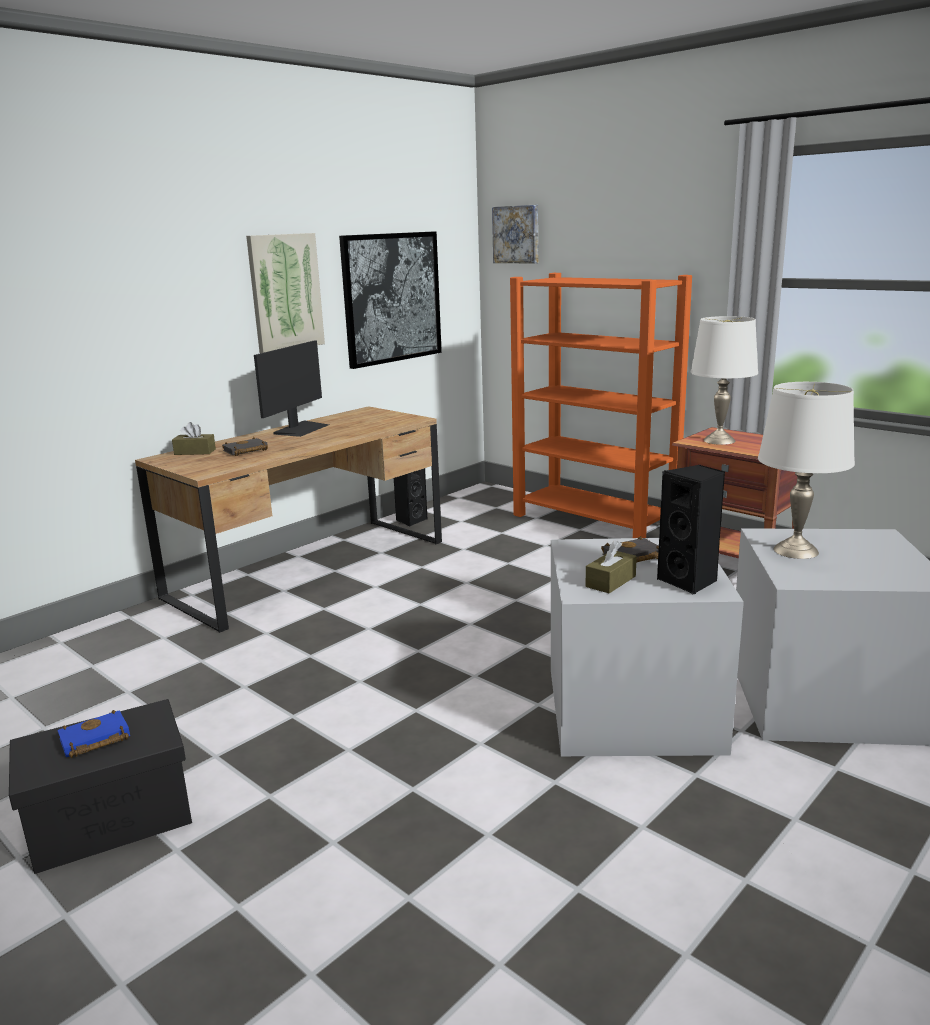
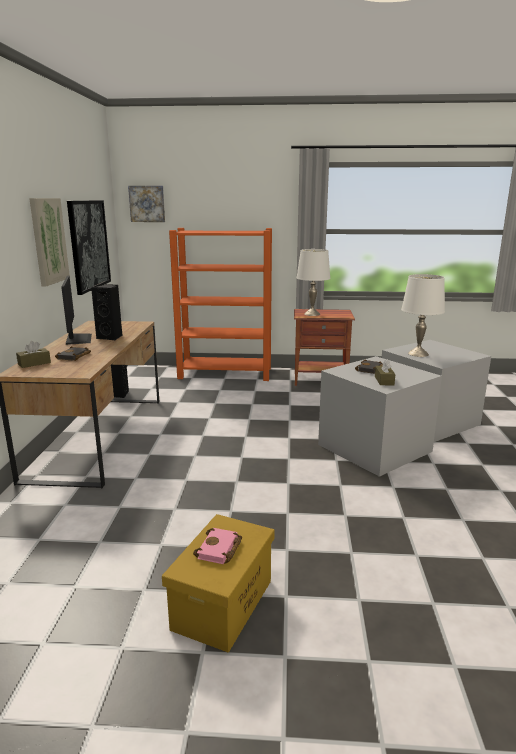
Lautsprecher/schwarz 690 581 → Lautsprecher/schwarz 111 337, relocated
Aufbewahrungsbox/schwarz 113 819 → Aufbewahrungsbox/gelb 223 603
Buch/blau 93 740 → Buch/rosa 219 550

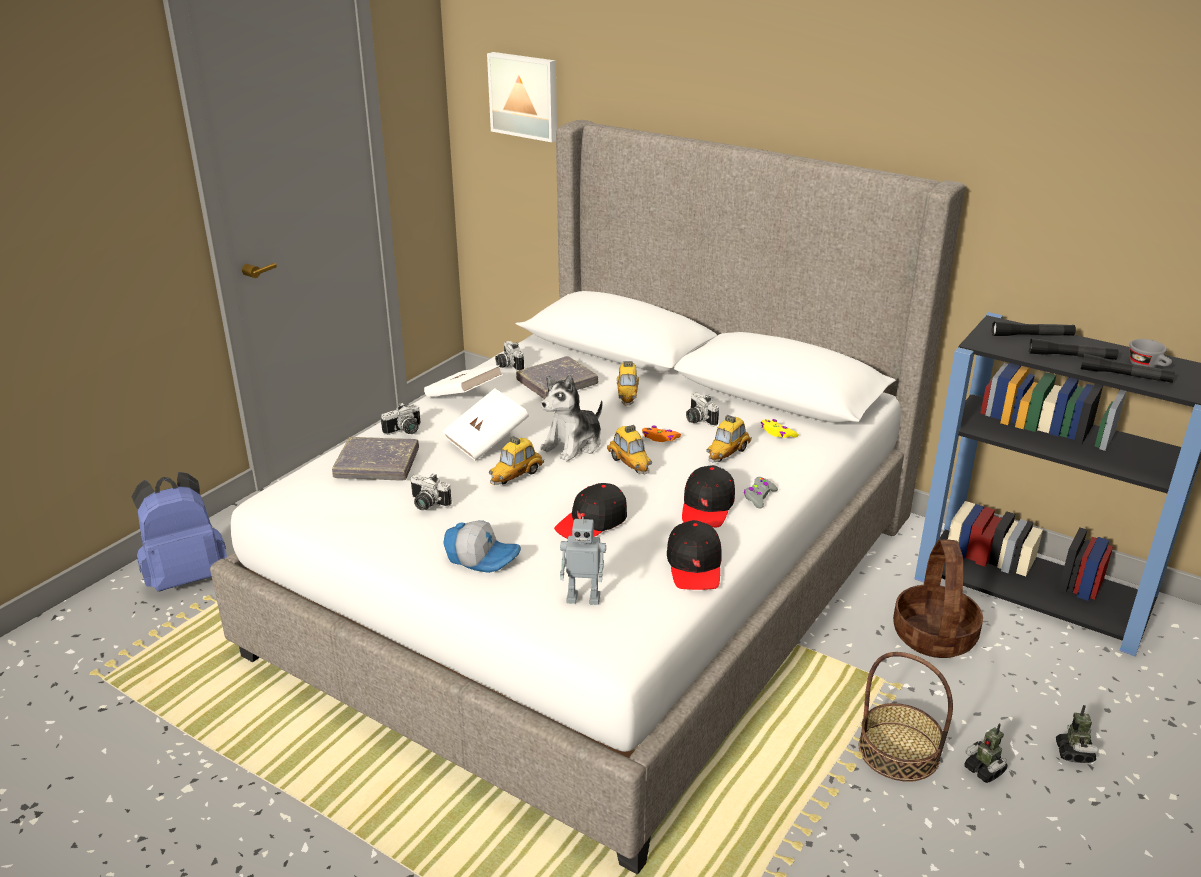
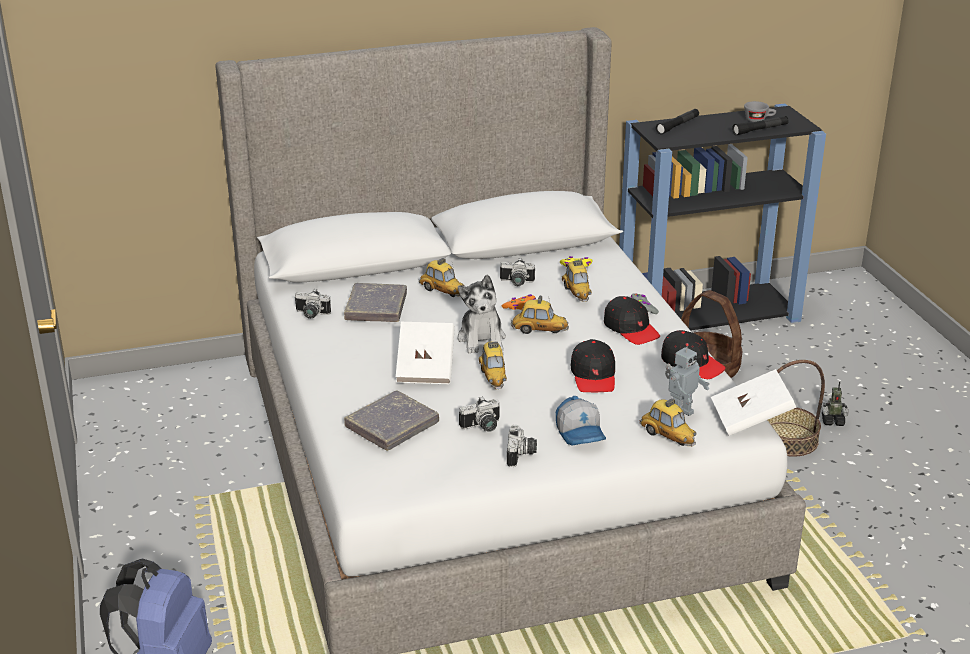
Kamera 405 431 → Kamera 522 455, relocated
Kappe 482 557 → Kappe 581 433, 105 degrees clockwise
- → Spielzeugauto 667 437
Buch/weiß 463 397 → Buch/weiß 751 419, relocated
Bild 525 96 → -
Taschenlampe/schwarz 1071 357 → -
Spielzeugroboter 1074 753 → -

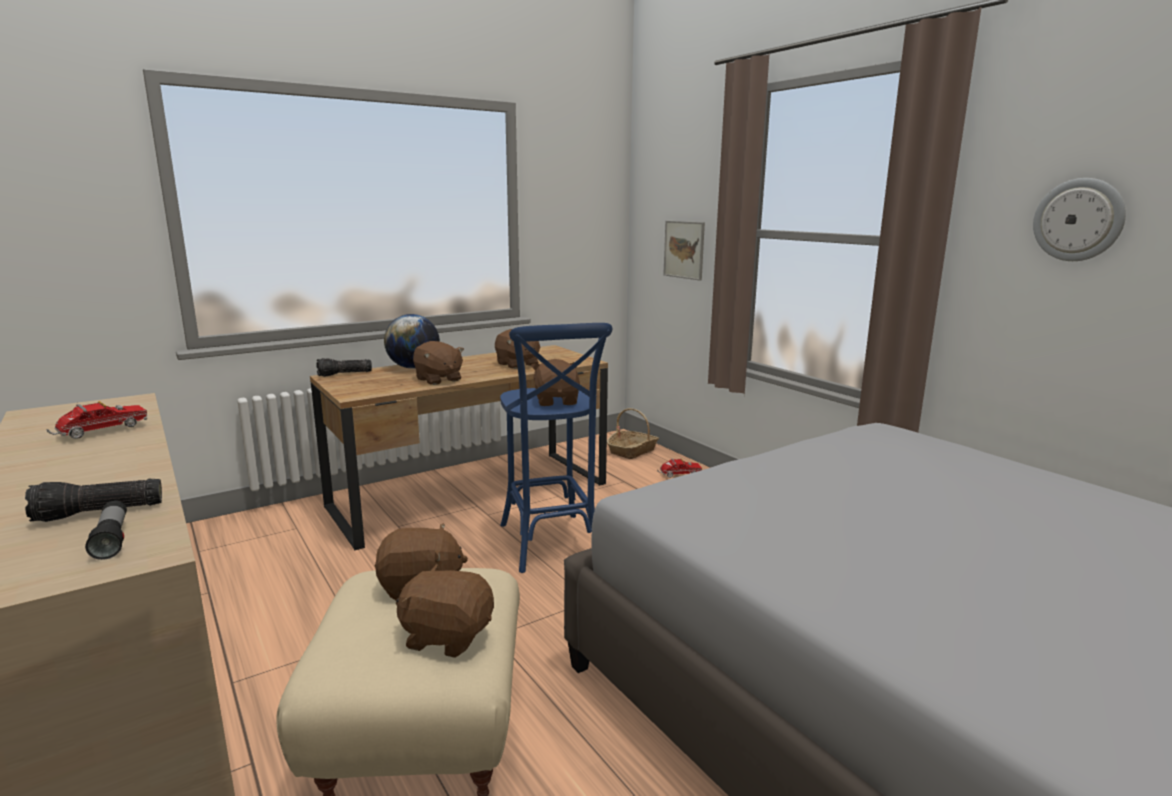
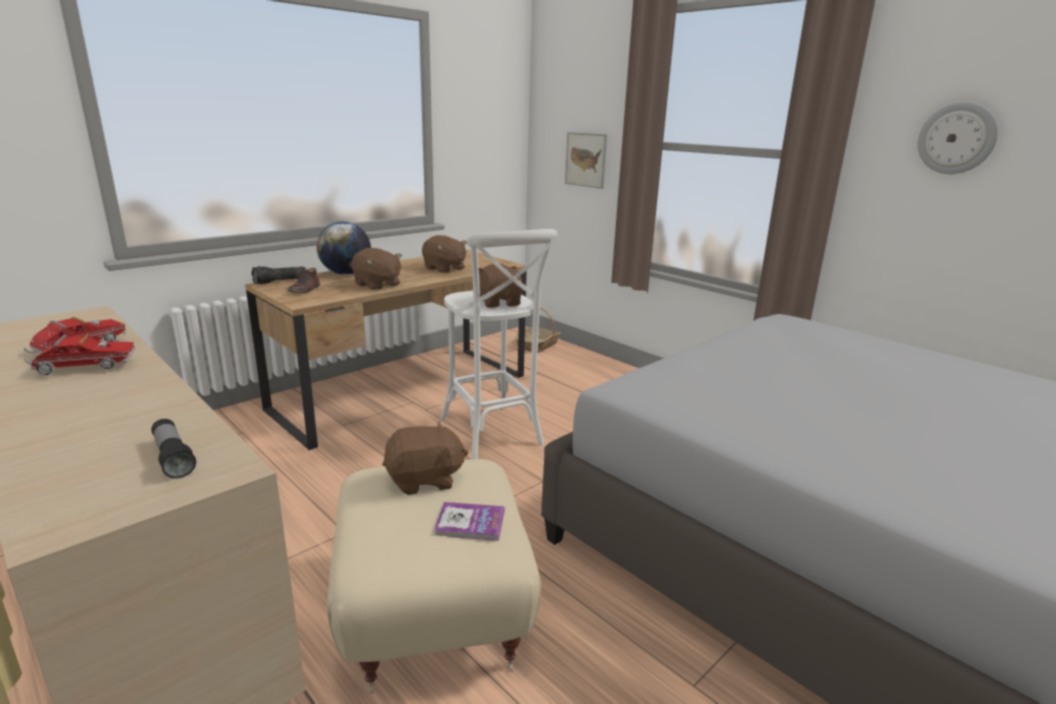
Spielzeuglaster 678 475 → Spielzeuglaster 82 368, relocated
- → Schuh/braun 305 290
Plüschtier/braun 447 636 → Buch 470 523
Hocker/blau 550 545 → Hocker/weiß 492 433
Taschenlampe 98 513 → -

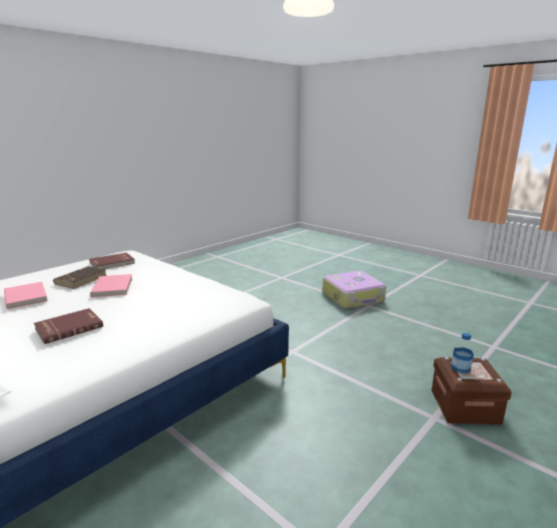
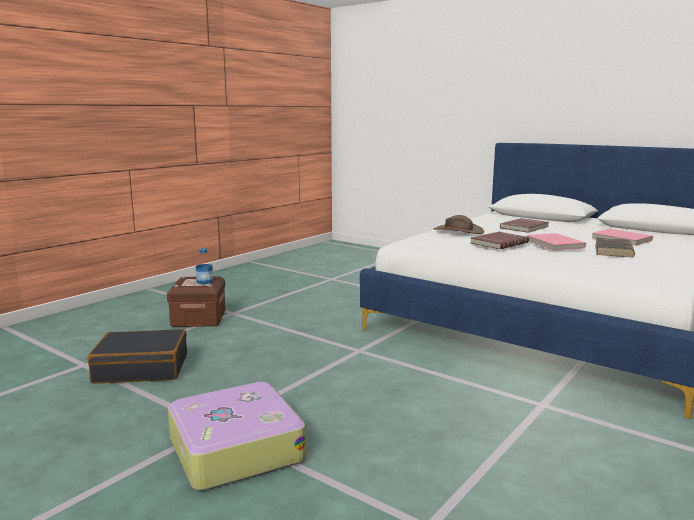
- → Koffer/schwarz 142 368
- → Hut/braun 458 231
Buch/rot 112 263 → Buch/rot 498 242, relocated

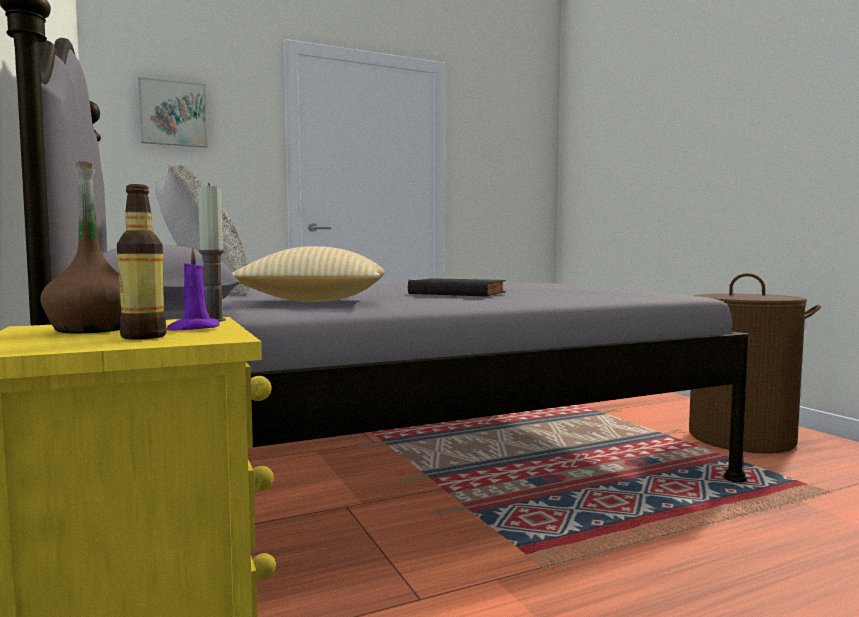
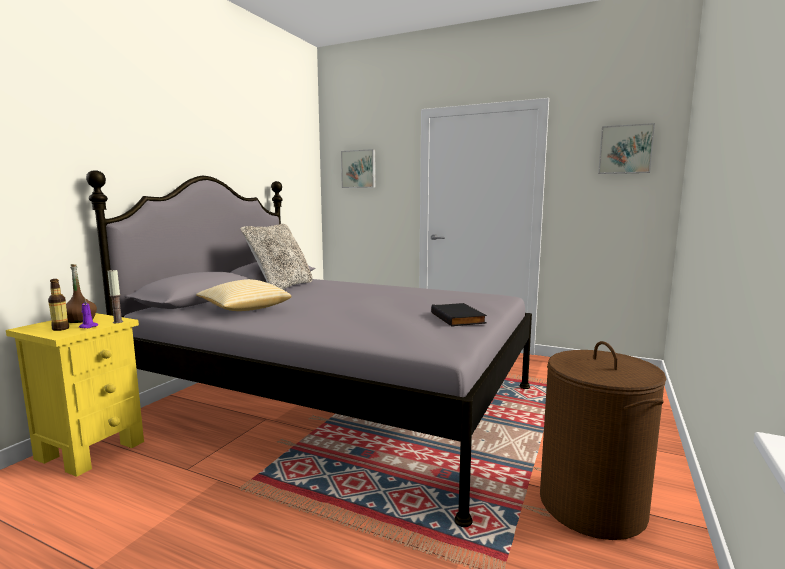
Buch/schwarz 458 293 → Buch/schwarz 459 318, relocated
- → Bild 625 149

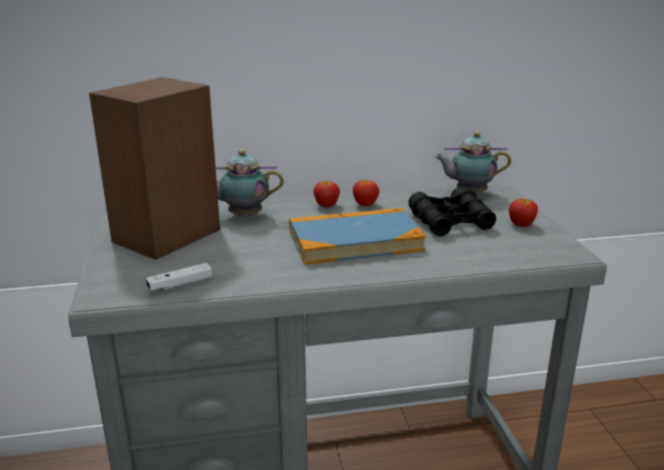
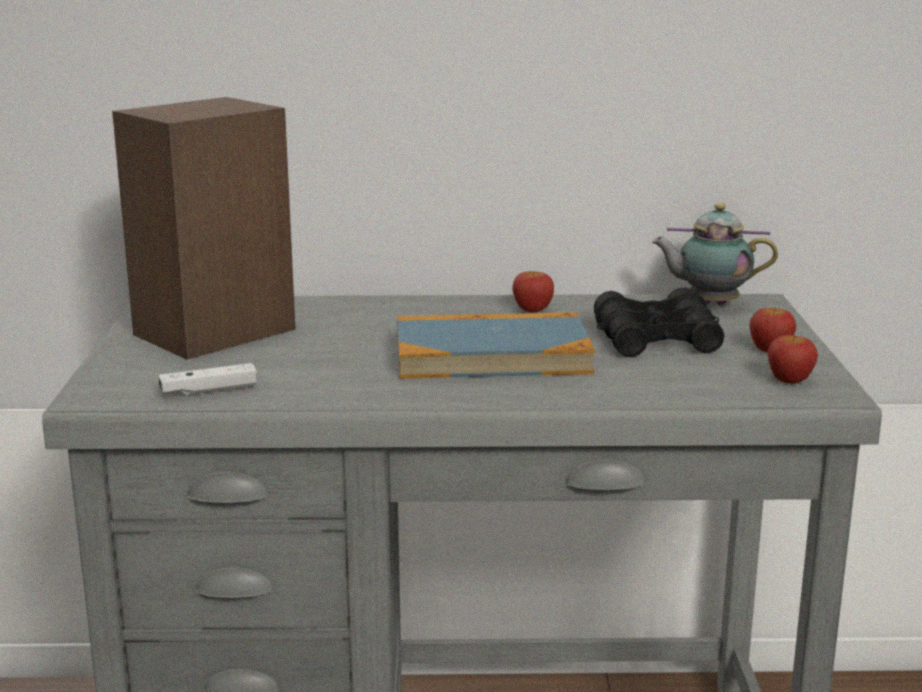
Apfel 326 205 → Apfel 789 380, relocated
Teekanne 243 215 → -

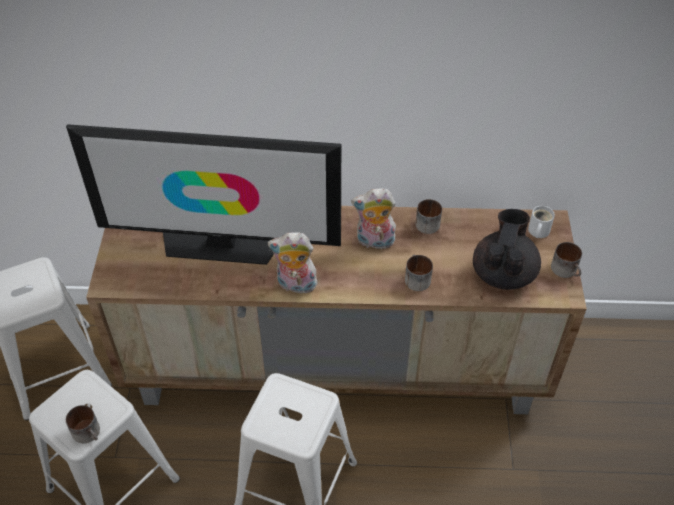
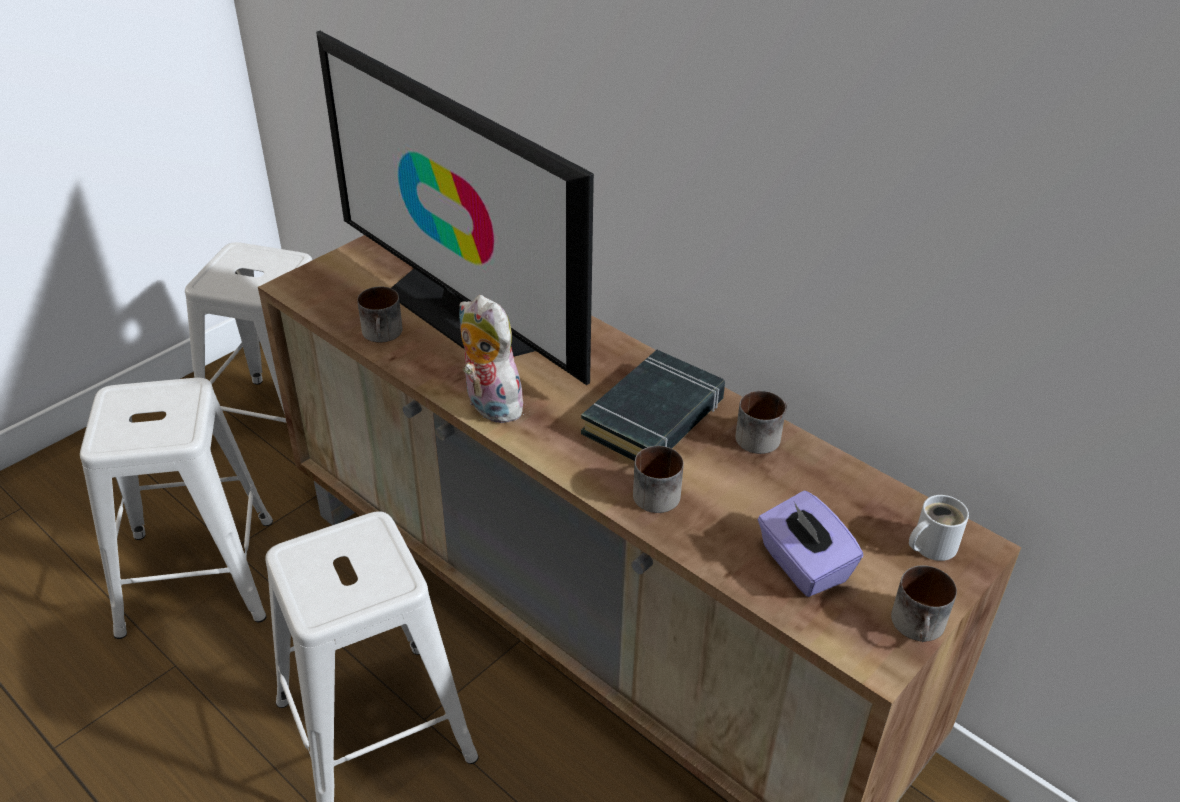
Henkelbecher 89 432 → Henkelbecher 383 334, relocated
Plüschtier 374 242 → Buch/schwarz 654 417
Teekanne/schwarz 503 273 → Taschentuchbox/lila 802 565

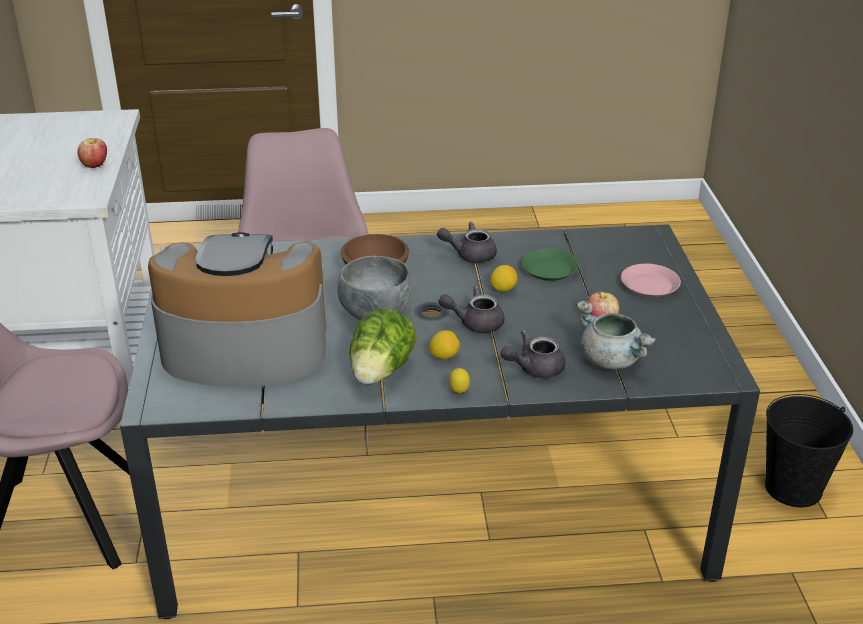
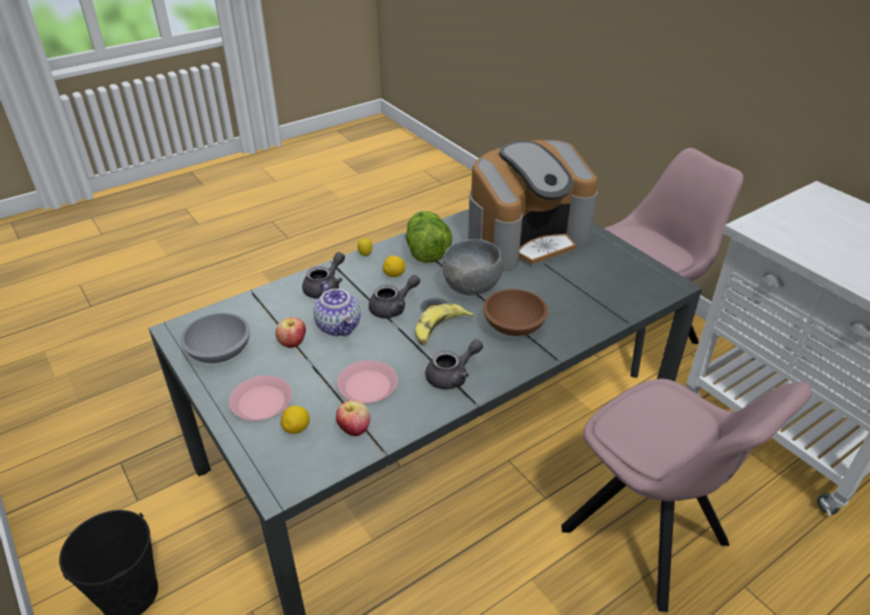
- → Schüssel/grau 218 352
Zitrone 503 289 → Zitrone 297 429, relocated
- → Teekanne 340 326
Apfel 95 165 → Apfel 354 429, relocated
Teller/grün 549 269 → Teller/rosa 367 386
- → Banane 439 330
Kochtopf/grau 612 360 → -

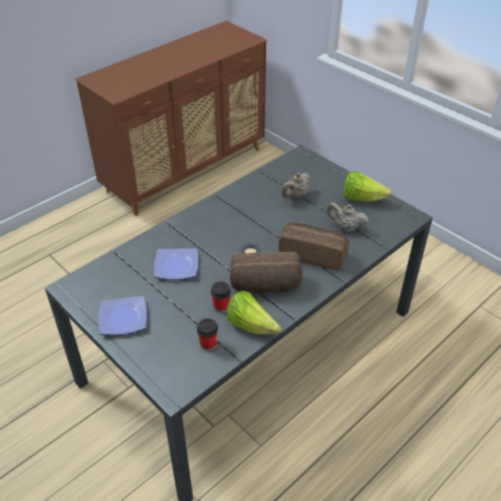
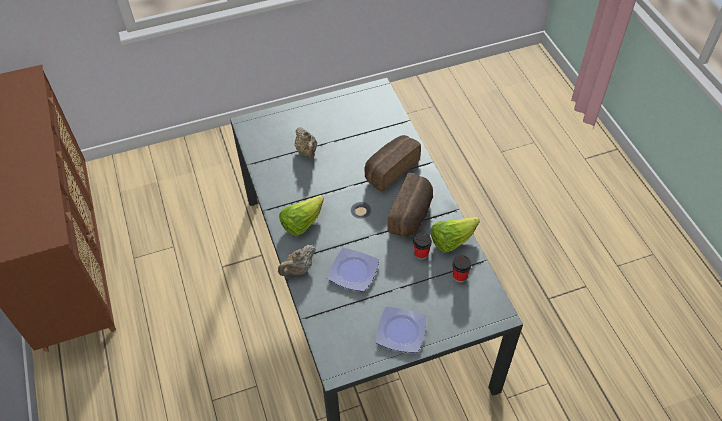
Teekanne/beige 345 227 → Teekanne/beige 298 269, relocated
Salatkopf 361 198 → Salatkopf 302 223, relocated

